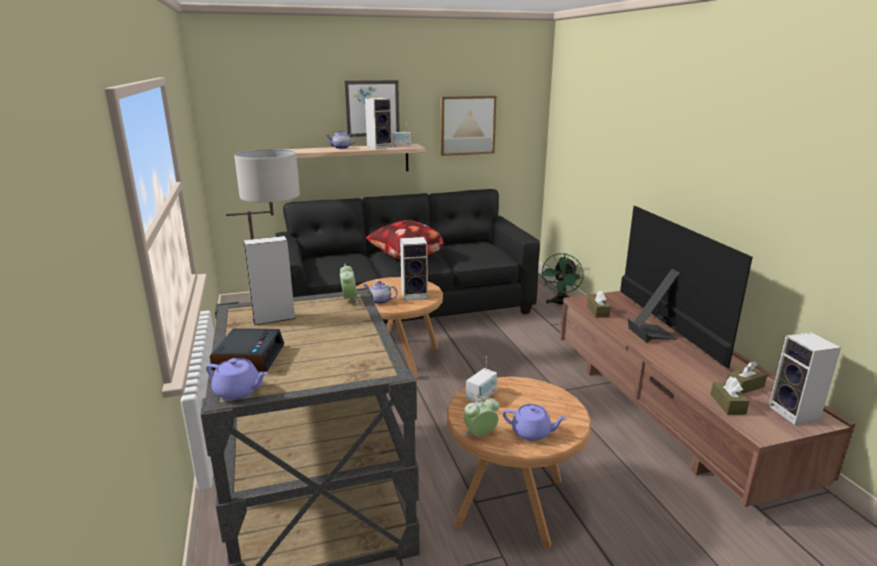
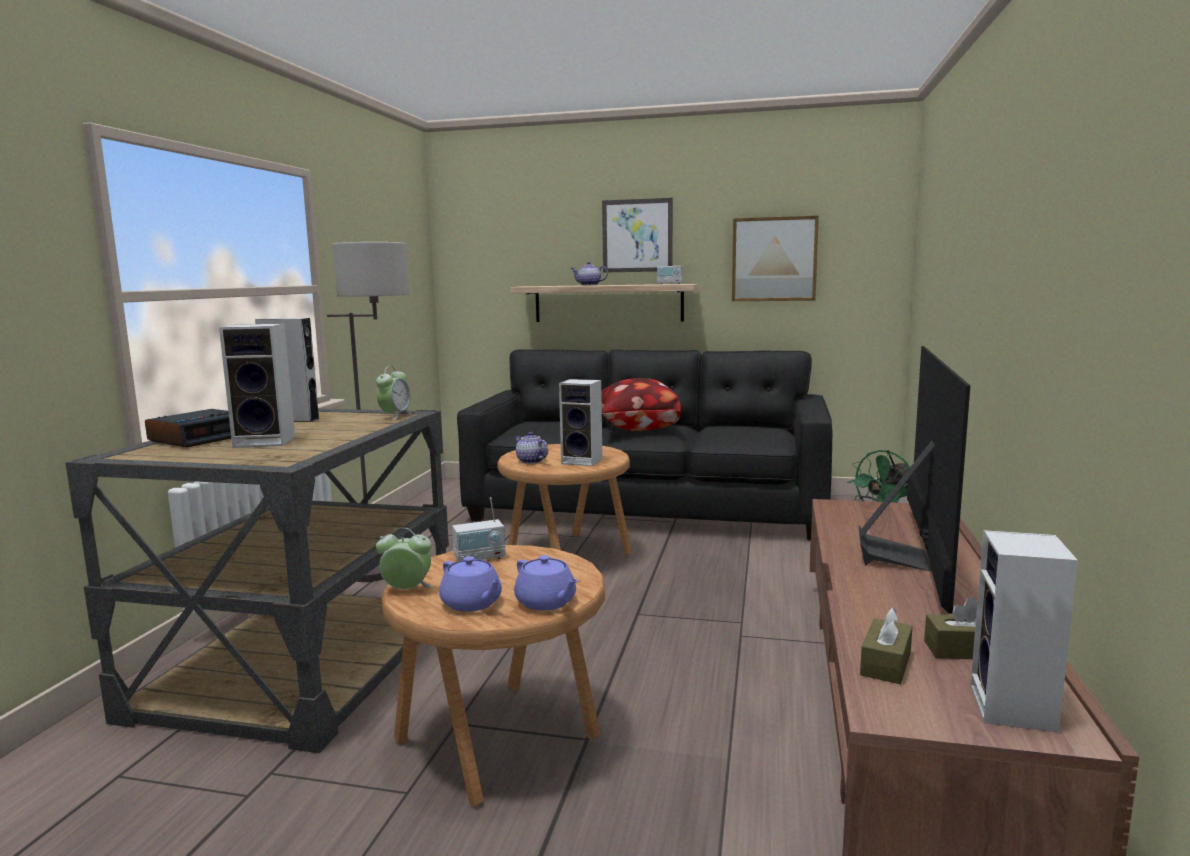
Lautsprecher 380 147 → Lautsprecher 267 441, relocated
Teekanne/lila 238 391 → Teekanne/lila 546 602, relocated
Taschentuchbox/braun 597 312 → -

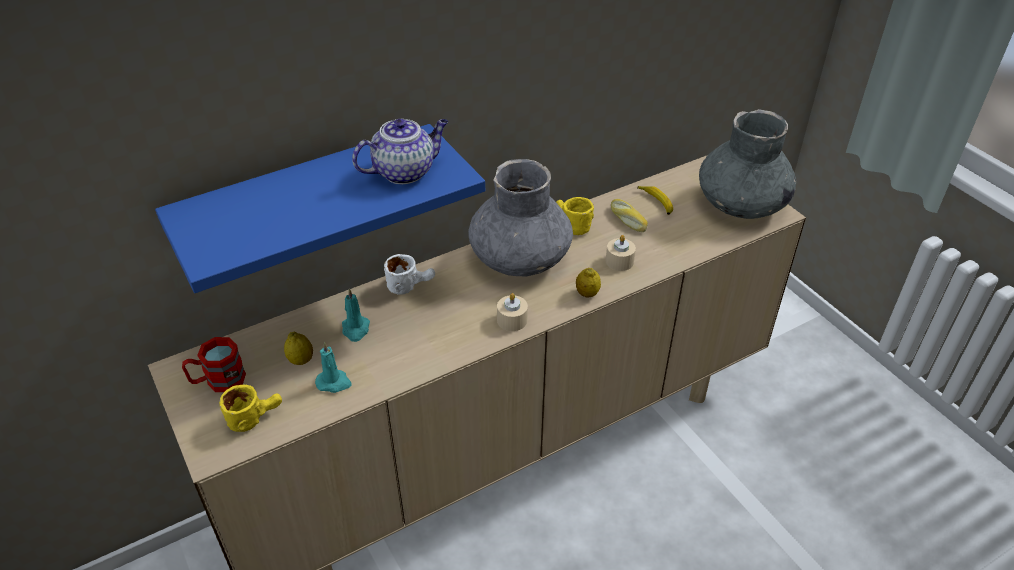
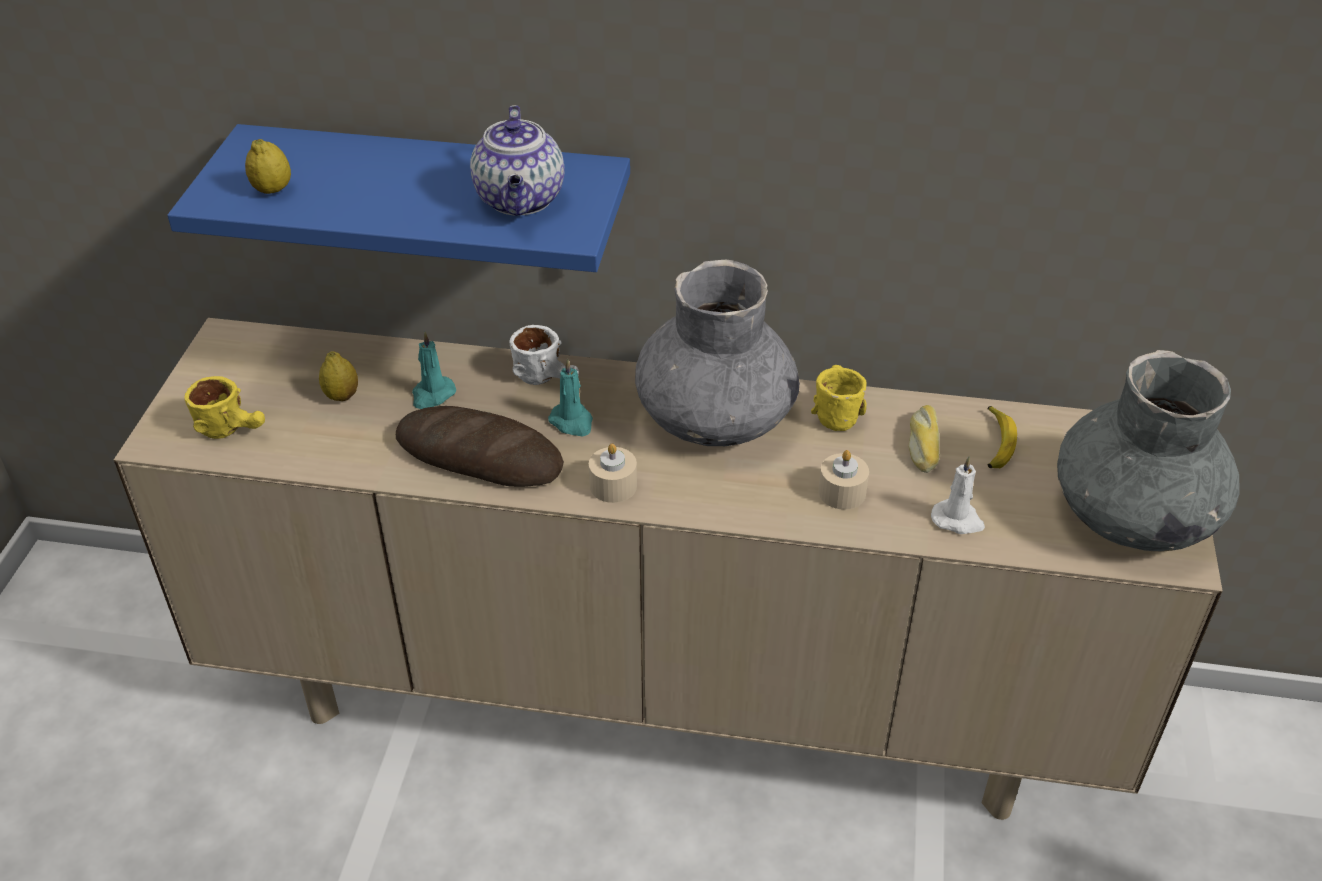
Zitrone 587 293 → Zitrone 272 190, relocated
- → Brot 479 456
Teekanne 405 171 → Teekanne 521 201, 75 degrees clockwise
Kerze/türkis 334 382 → Kerze/türkis 572 422, relocated
- → Kerze/weiß 958 520
Henkelbecher/rot 218 381 → -

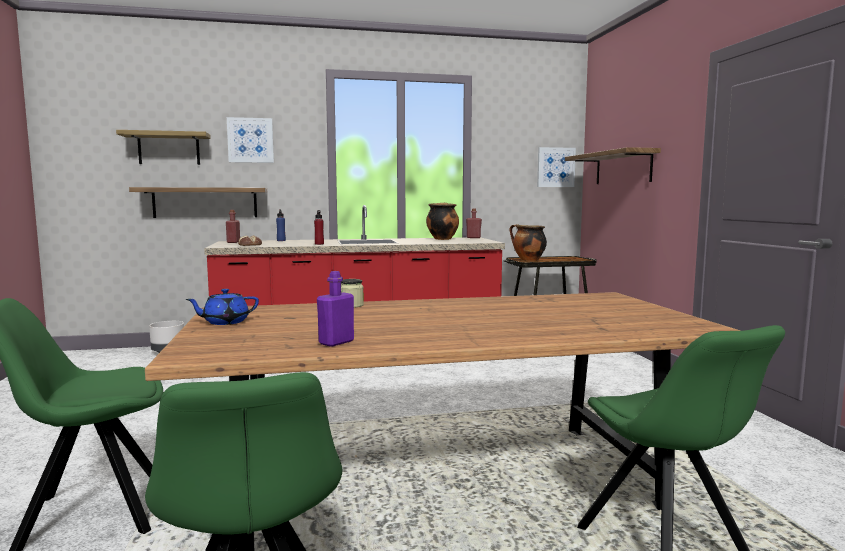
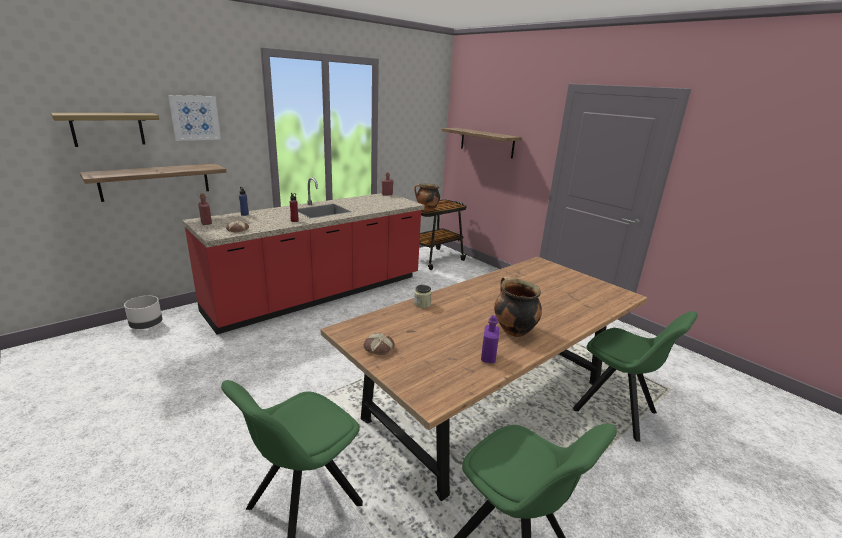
Teekanne/blau 225 322 → Brot 378 348
Kochtopf 442 239 → Kochtopf 513 330, relocated
Bild 555 167 → -

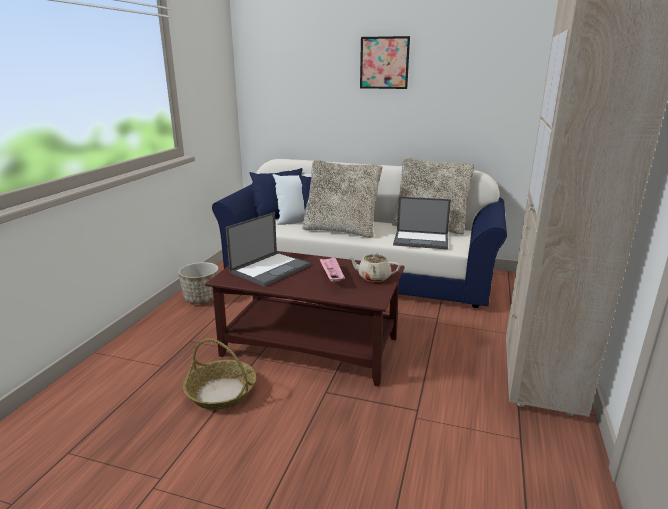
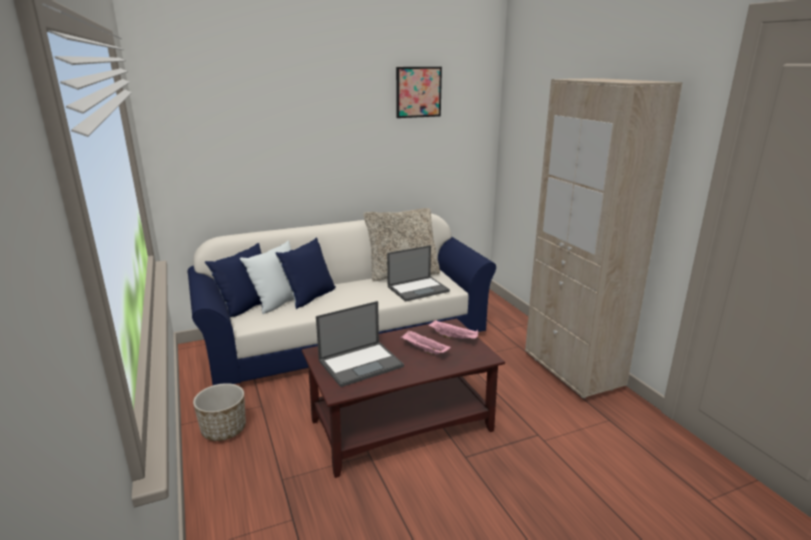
Laptop 271 268 → Laptop 361 363, 60 degrees clockwise
Bild 384 63 → Bild 418 92, relocated
Teekanne/beige 373 277 → Tablett/rosa 454 337
Korb 221 392 → -
Kissen/beige 341 229 → -

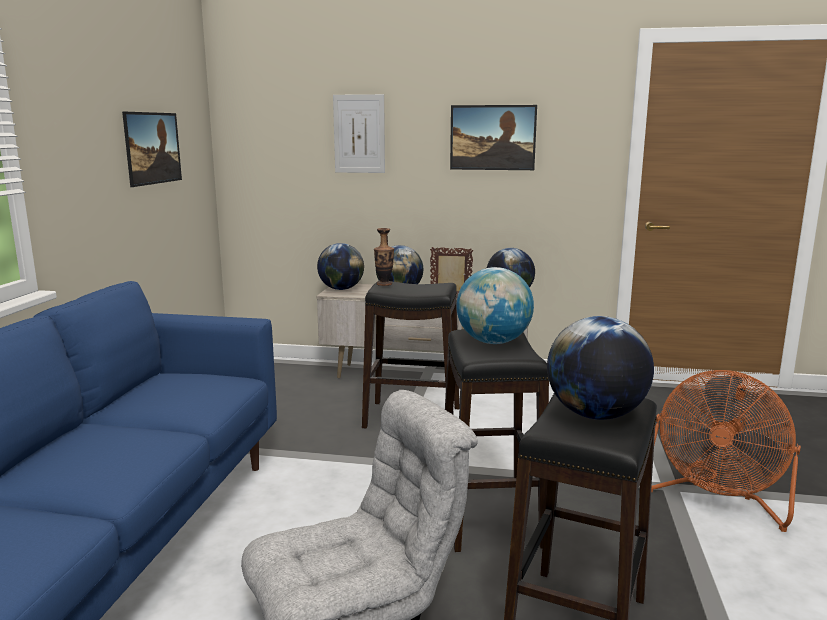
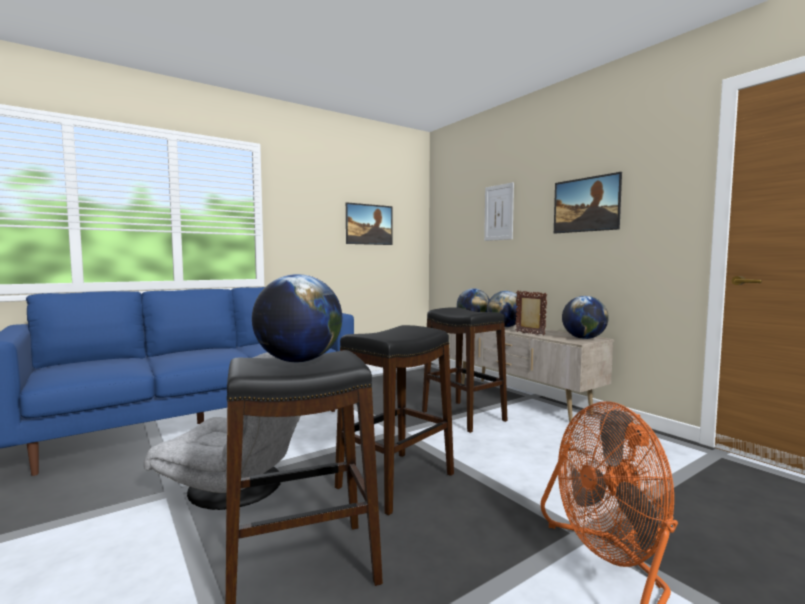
Vase 384 284 → -
Globus 493 342 → -

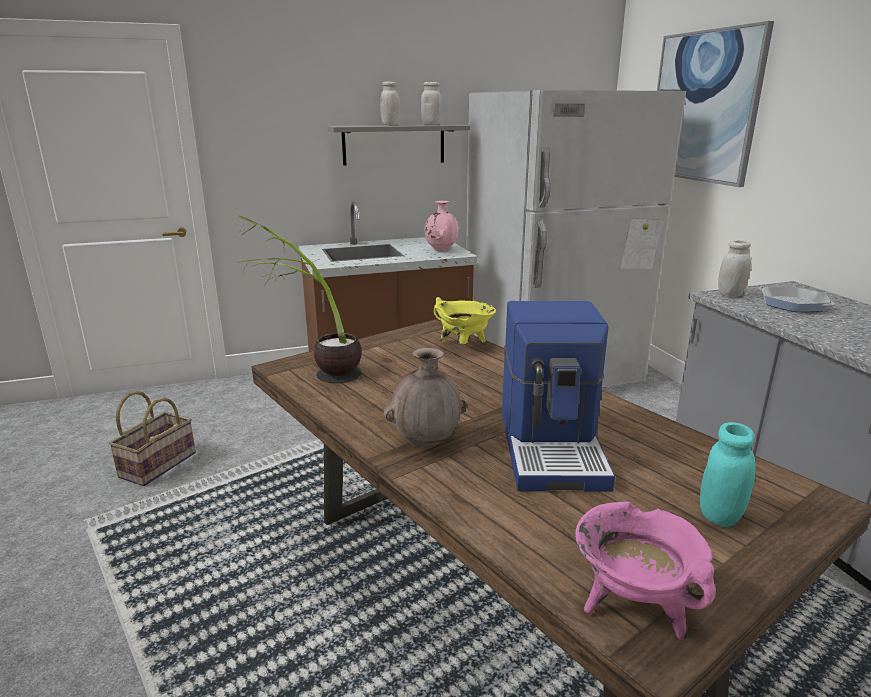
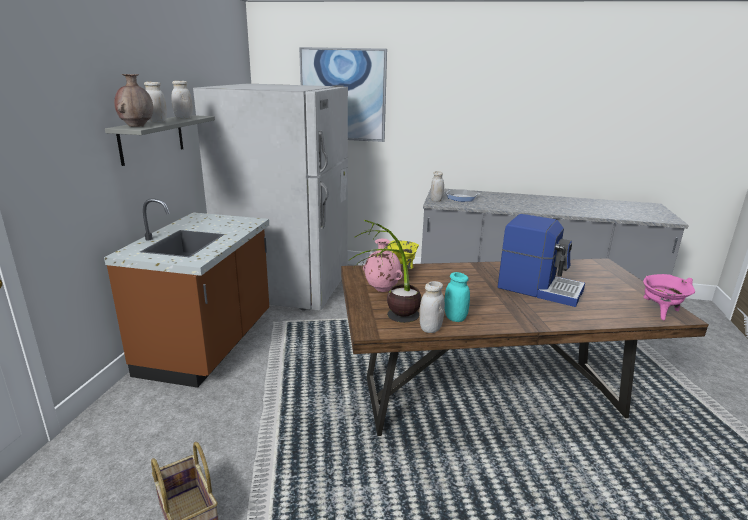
Vase/braun 426 442 → Vase/braun 137 126, relocated
Vase/rosa 441 250 → Vase/rosa 381 289, relocated
- → Vorratsglas/weiß 430 329
Vorratsglas/türkis 720 515 → Vorratsglas/türkis 455 318, relocated

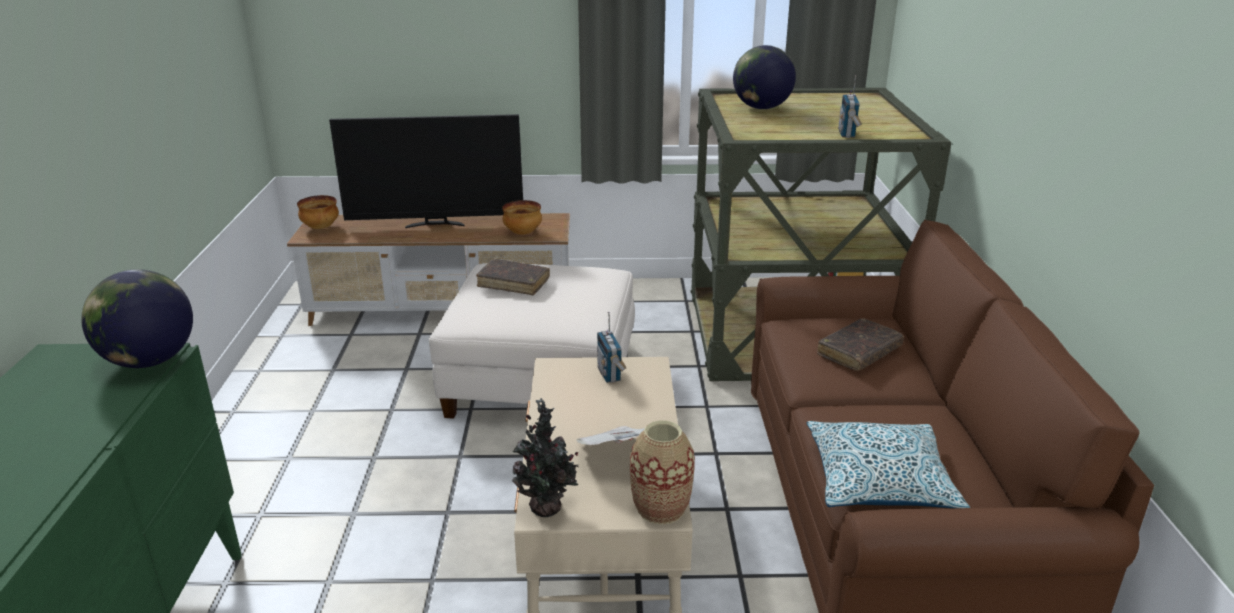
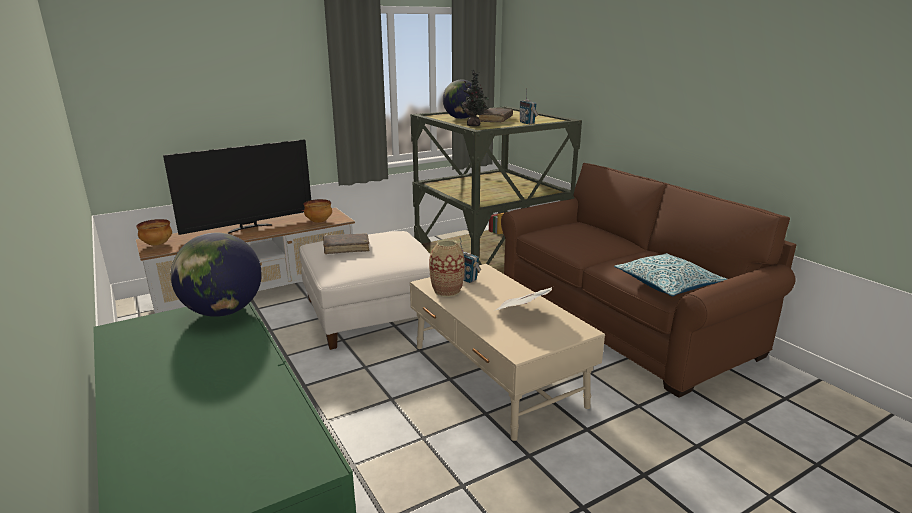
Vase 660 509 → Vase 447 291, relocated
Topfpflanze 547 510 → Topfpflanze 475 126, relocated
Buch/braun 859 352 → Buch/braun 495 120, relocated

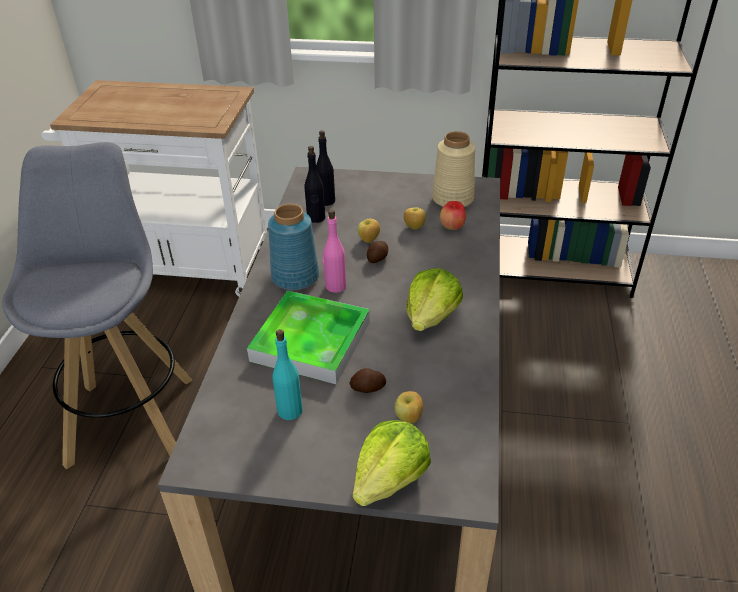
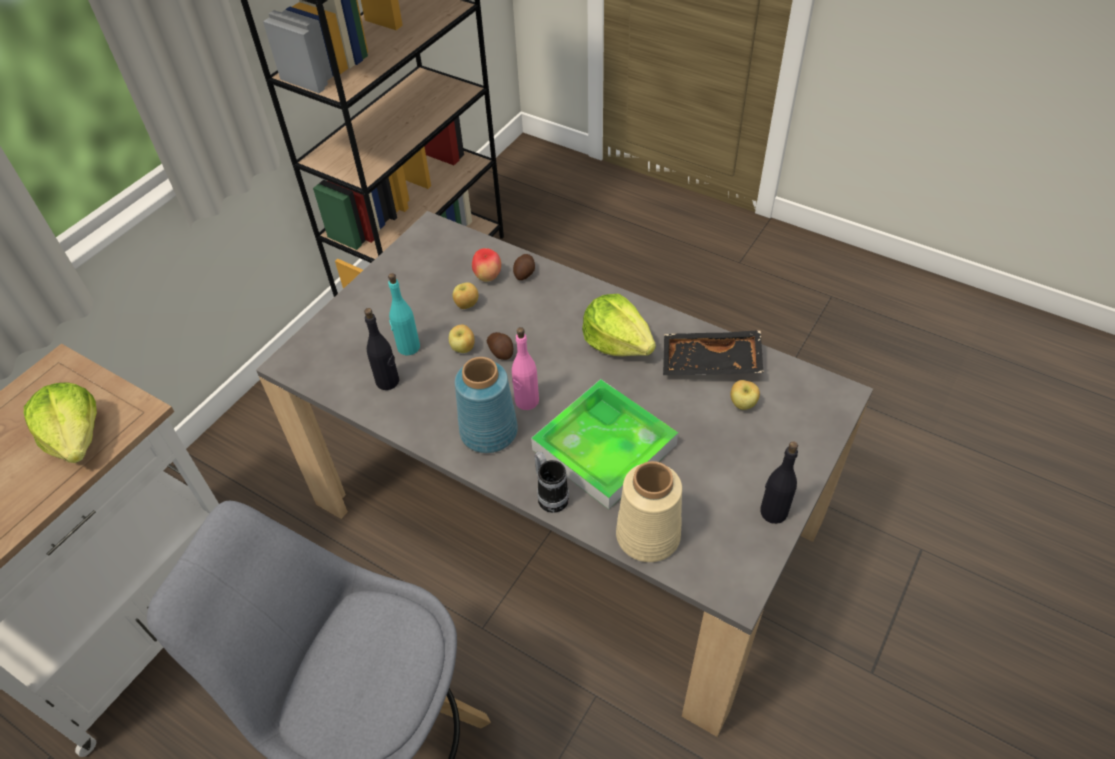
Salatkopf 390 479 → Salatkopf 76 438, relocated
Flasche/türkis 289 410 → Flasche/türkis 408 347, relocated
Kartoffel 368 388 → Kartoffel 525 273, relocated
- → Henkelbecher 550 495
Vase/beige 453 198 → Vase/beige 647 534, relocated
- → Tablett/schwarz 710 364
Flasche/schwarz 326 201 → Flasche/schwarz 773 512, relocated

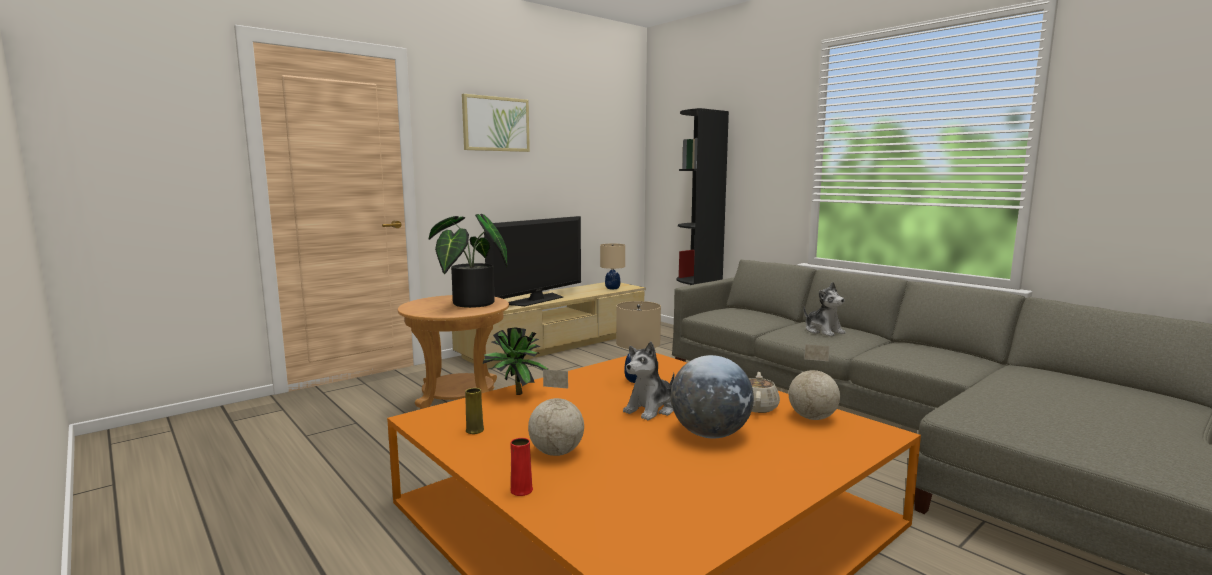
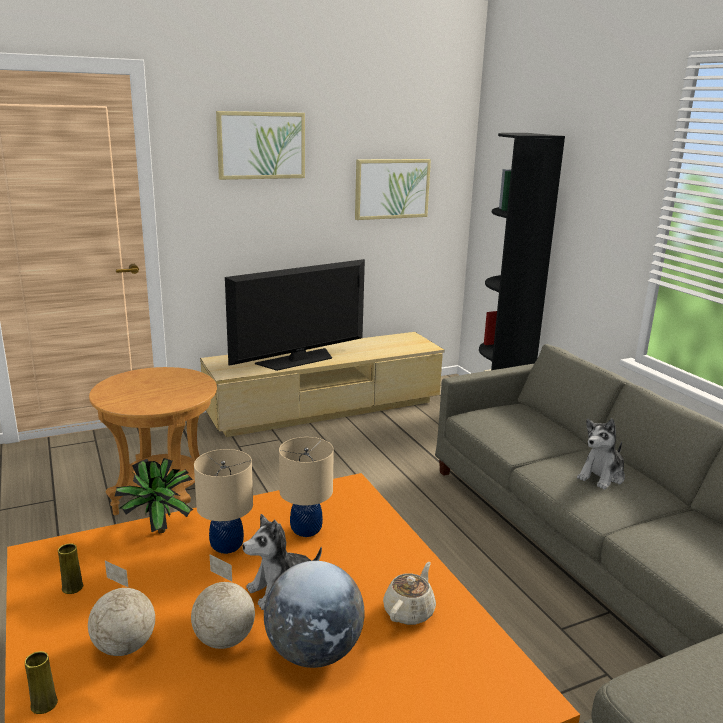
Vase/rot 521 490 → Vase/gelb 44 704
Globus 813 418 → Globus 224 640, relocated
Tischlampe/beige 612 288 → Tischlampe/beige 227 546, relocated
- → Bild 392 188
Plüschtier 823 331 → Plüschtier 602 476, 60 degrees clockwise
Topfpflanze 469 304 → -

